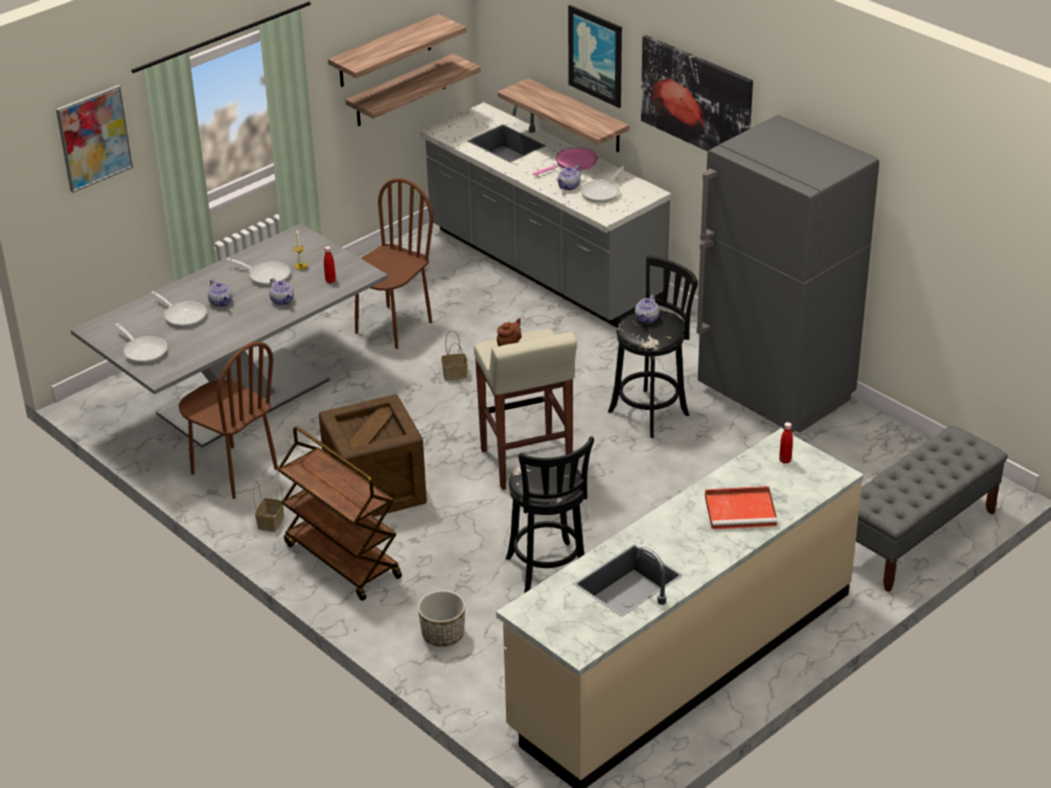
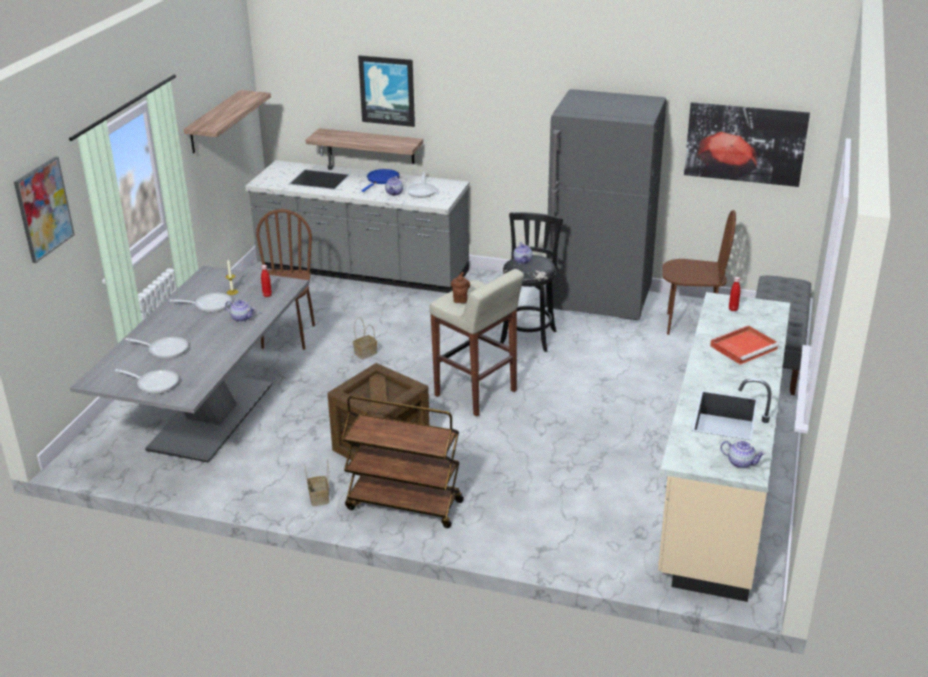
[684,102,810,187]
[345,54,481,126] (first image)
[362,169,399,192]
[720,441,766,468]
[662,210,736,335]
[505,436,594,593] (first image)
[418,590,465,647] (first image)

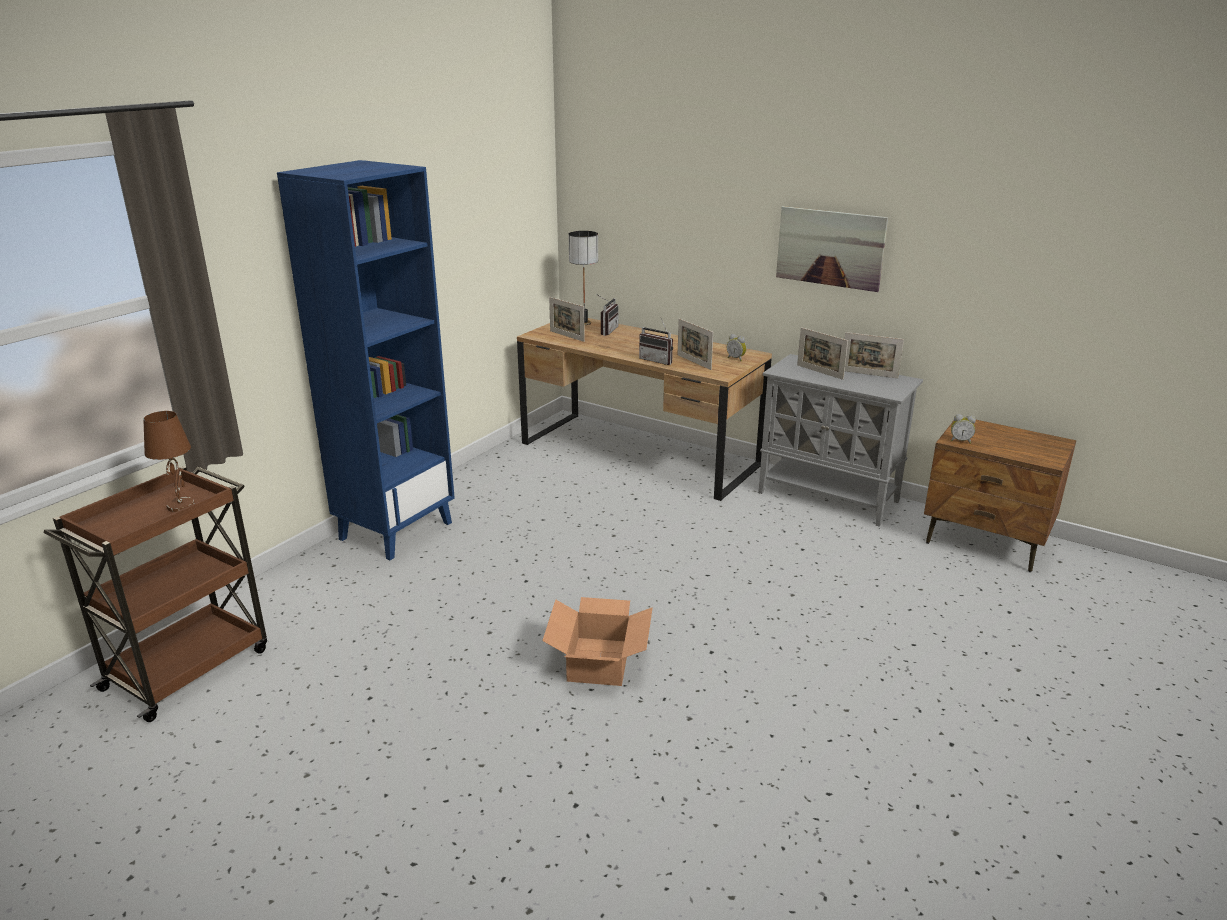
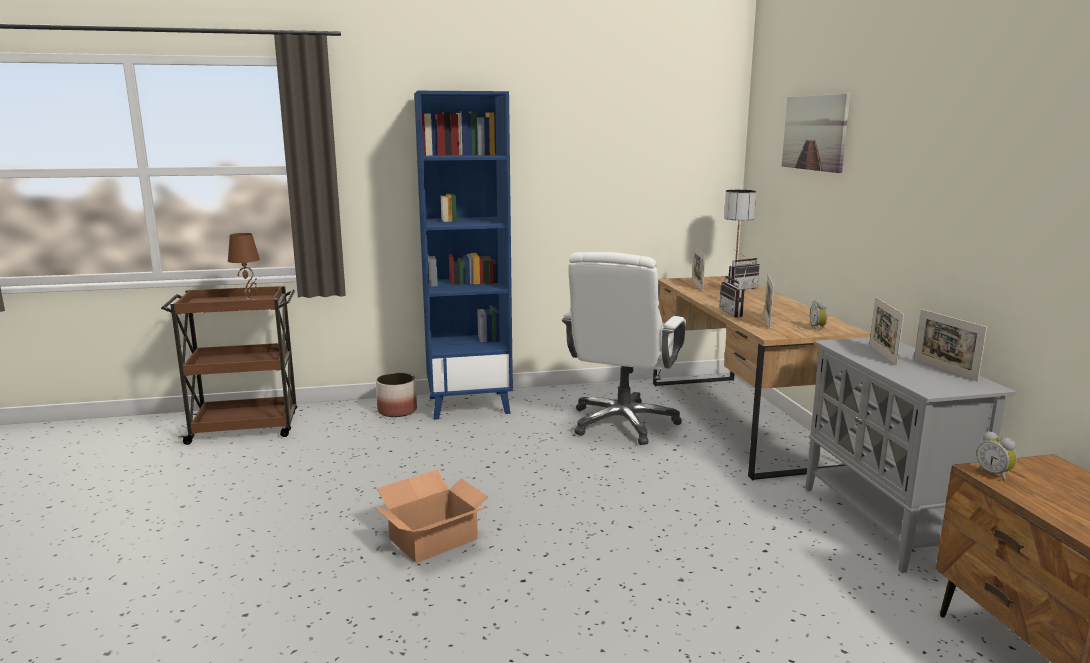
[782,94,850,173]
[562,252,686,445]
[376,373,417,417]

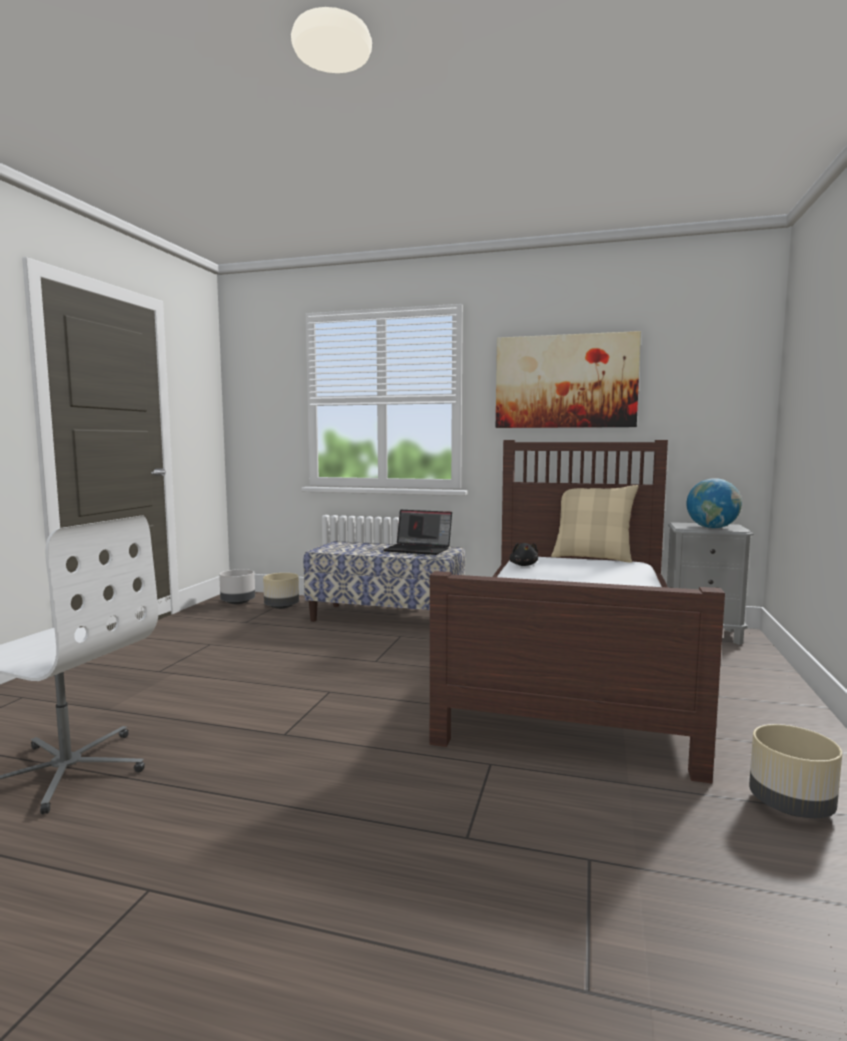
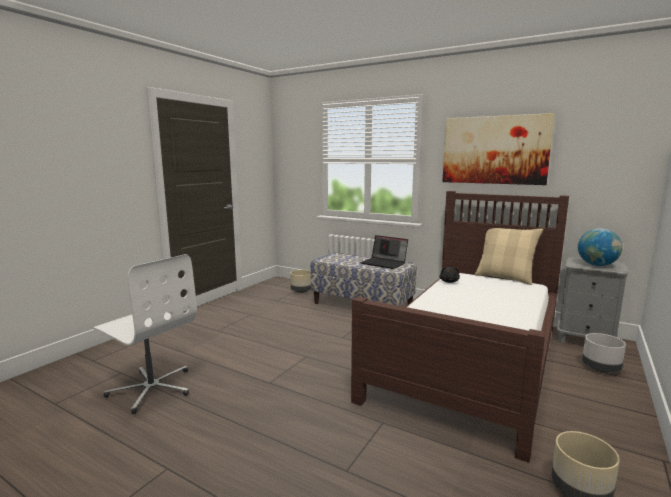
[582,333,626,373]

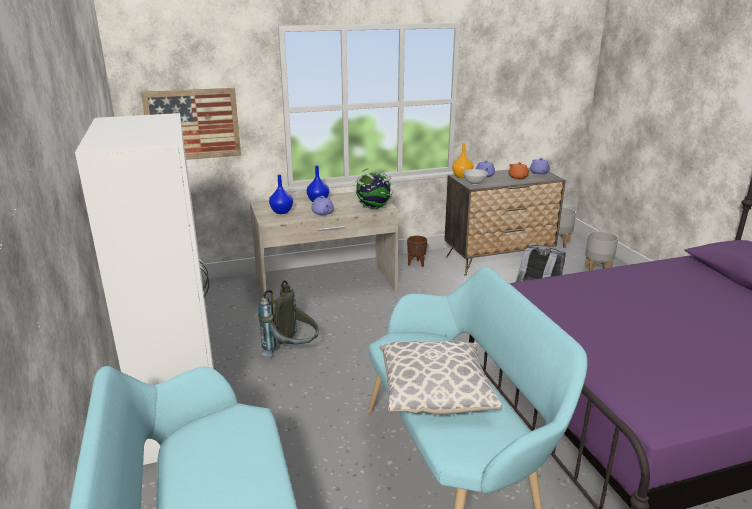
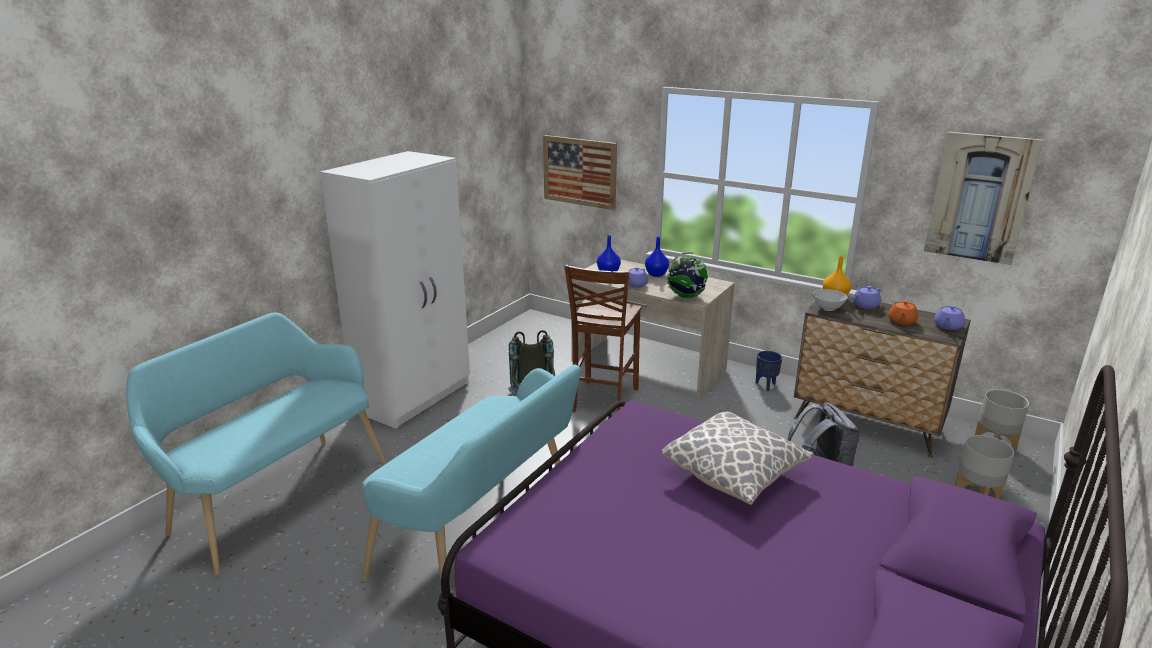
[756,351,782,391]
[661,412,813,505]
[924,132,1043,265]
[564,265,642,412]

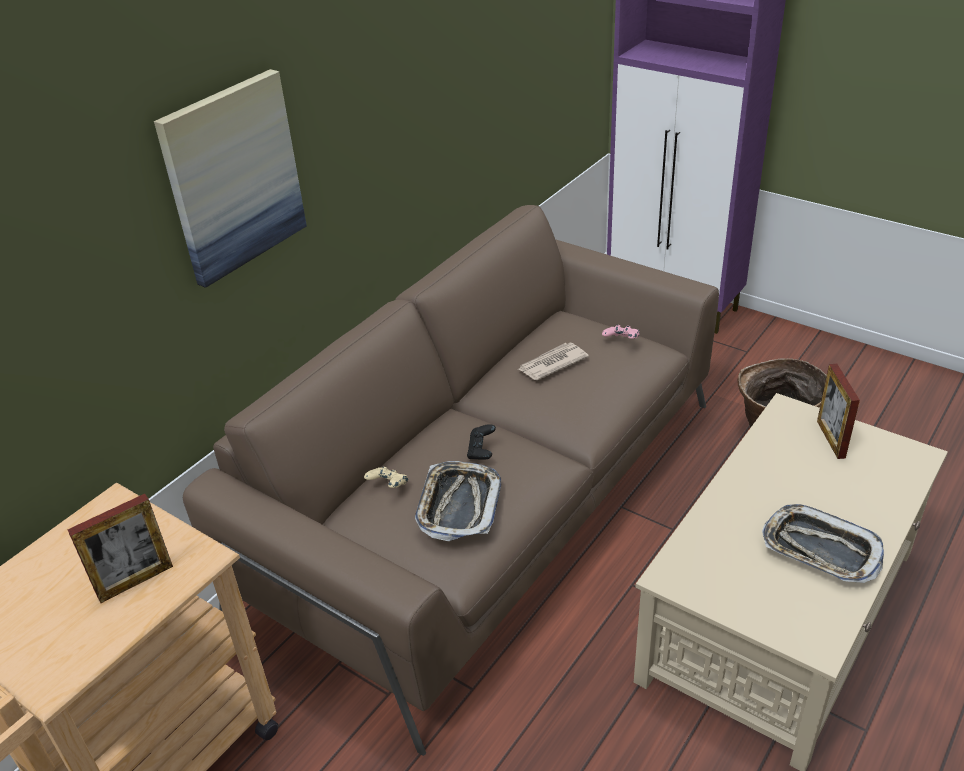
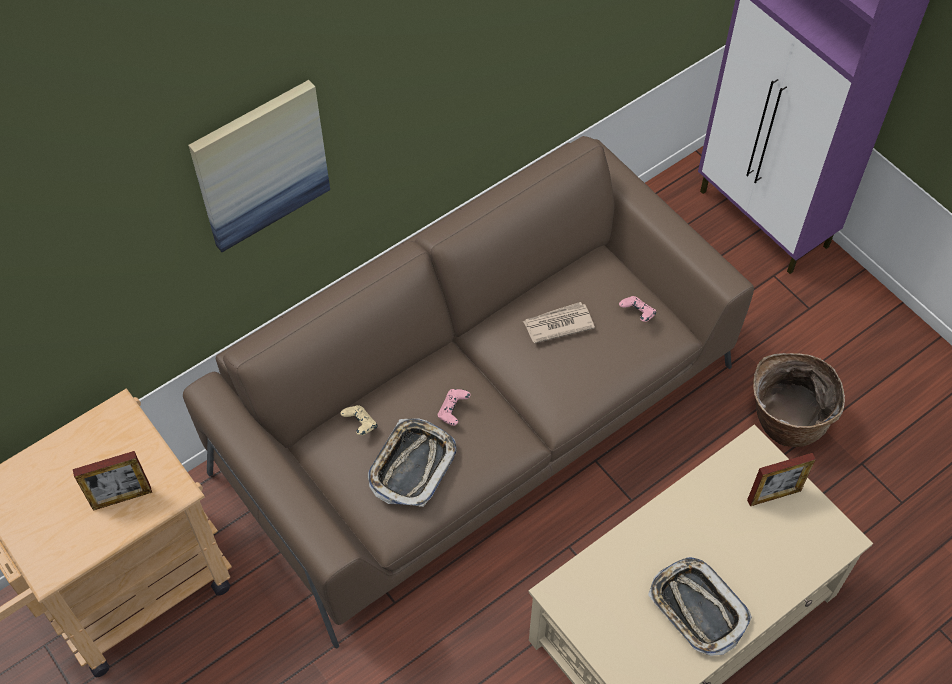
[747,453,816,506]
[438,389,471,426]

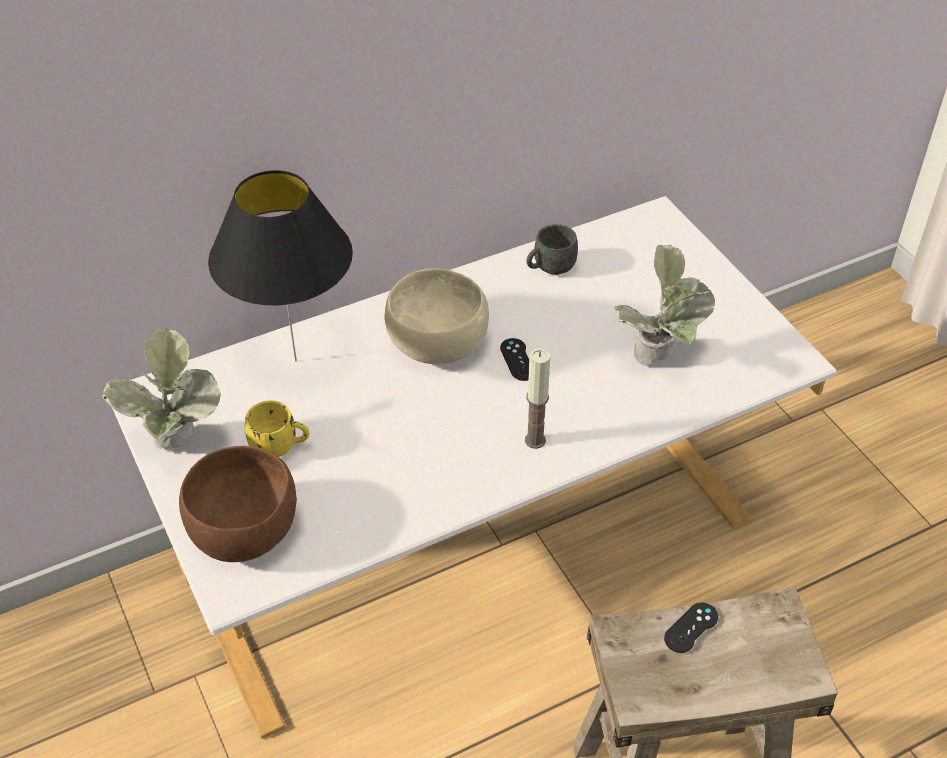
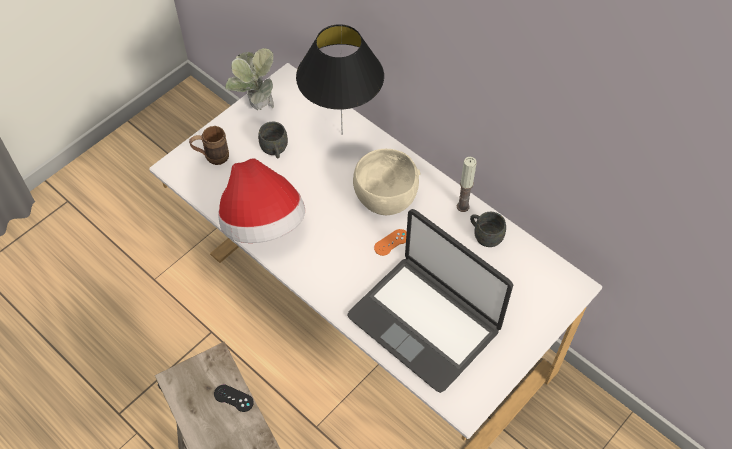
[347,209,513,393]
[374,229,407,256]
[457,157,477,212]
[258,122,288,159]
[189,126,229,165]
[218,158,305,243]

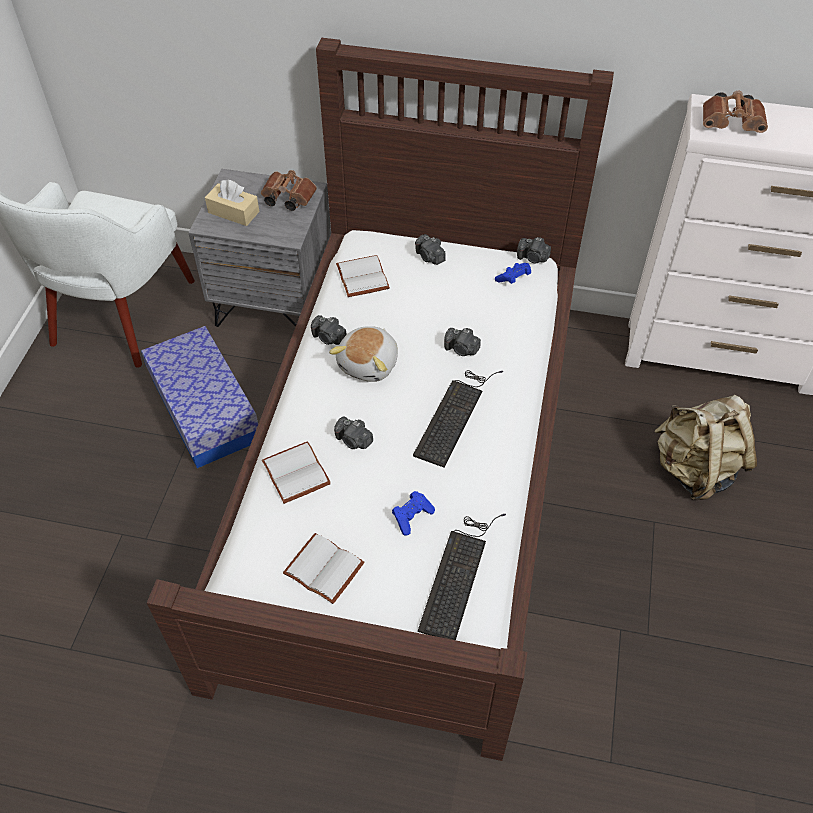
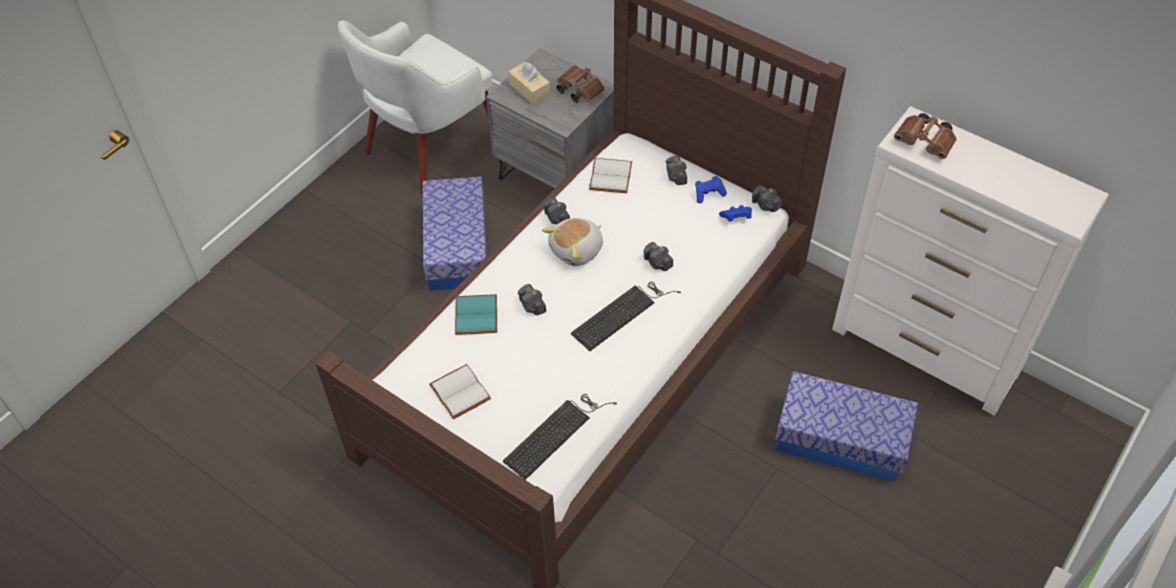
[775,371,918,483]
[455,294,497,335]
[695,176,727,203]

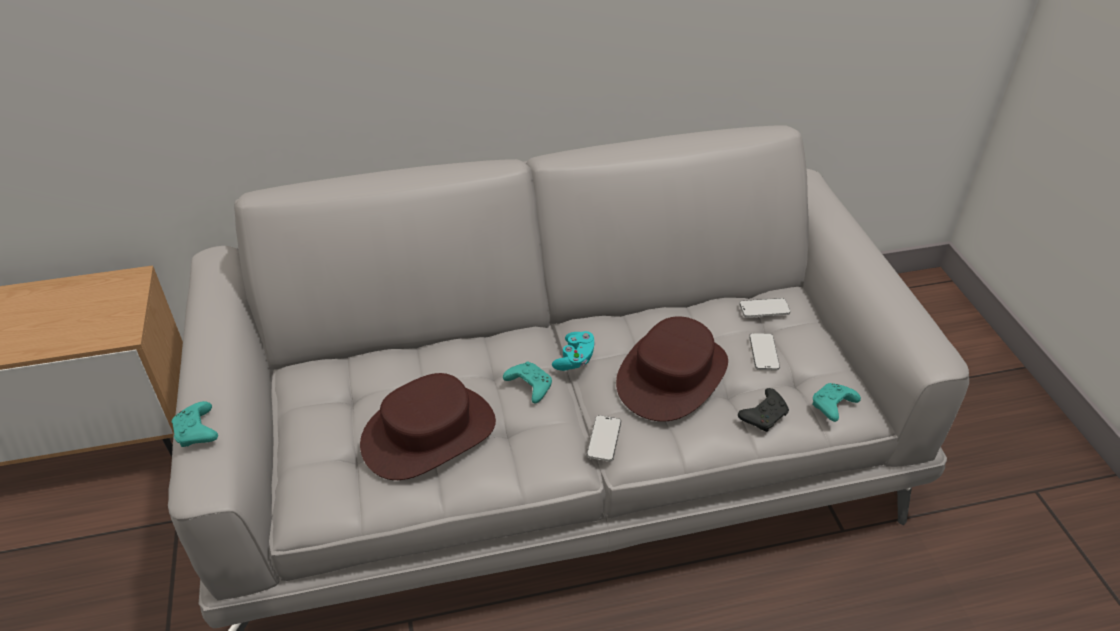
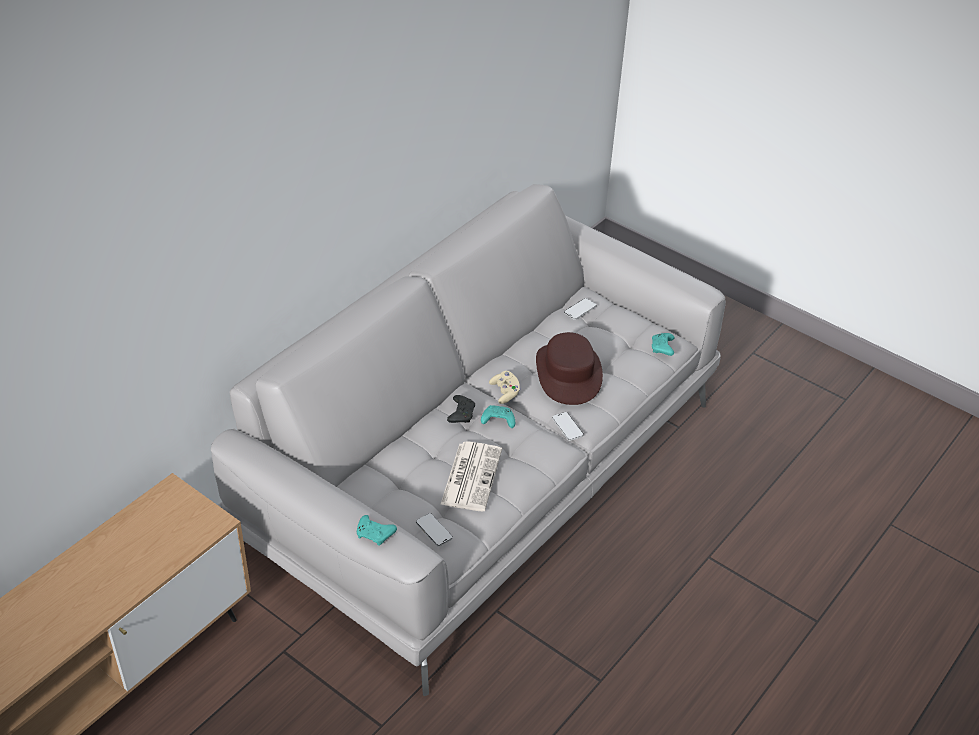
[489,371,520,404]
[416,513,453,546]
[440,441,502,511]
[447,395,475,423]

